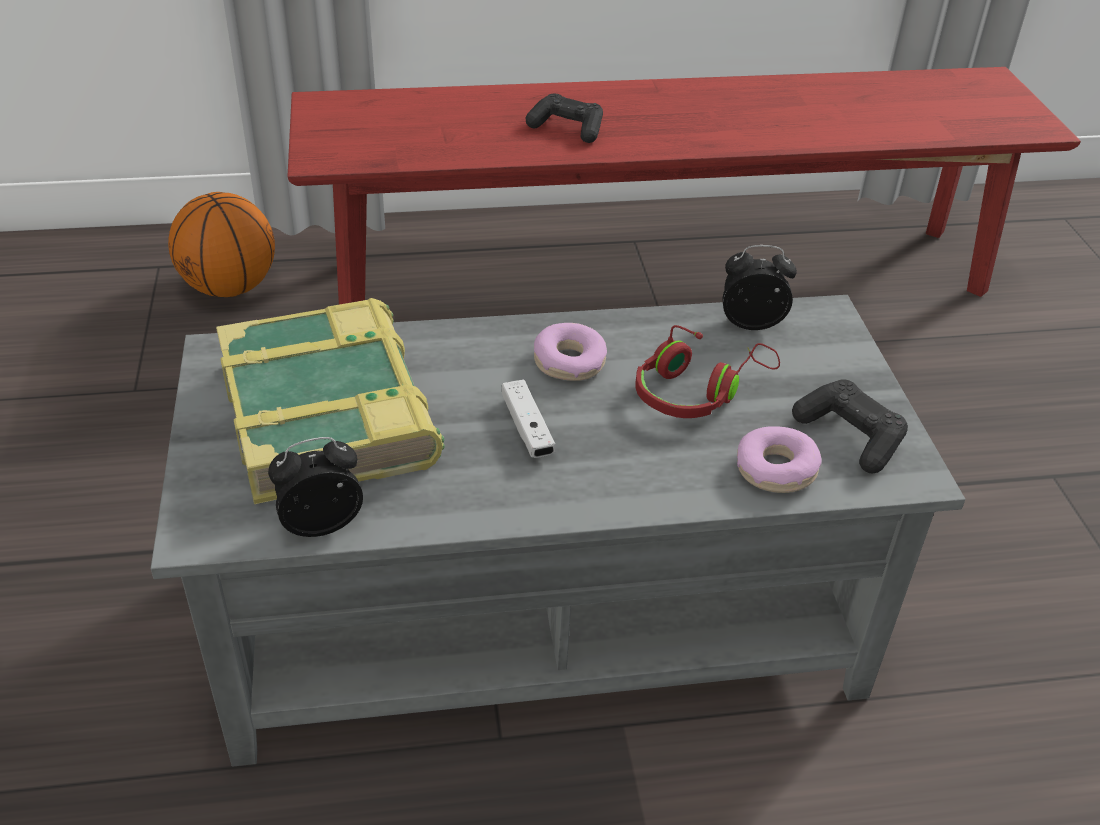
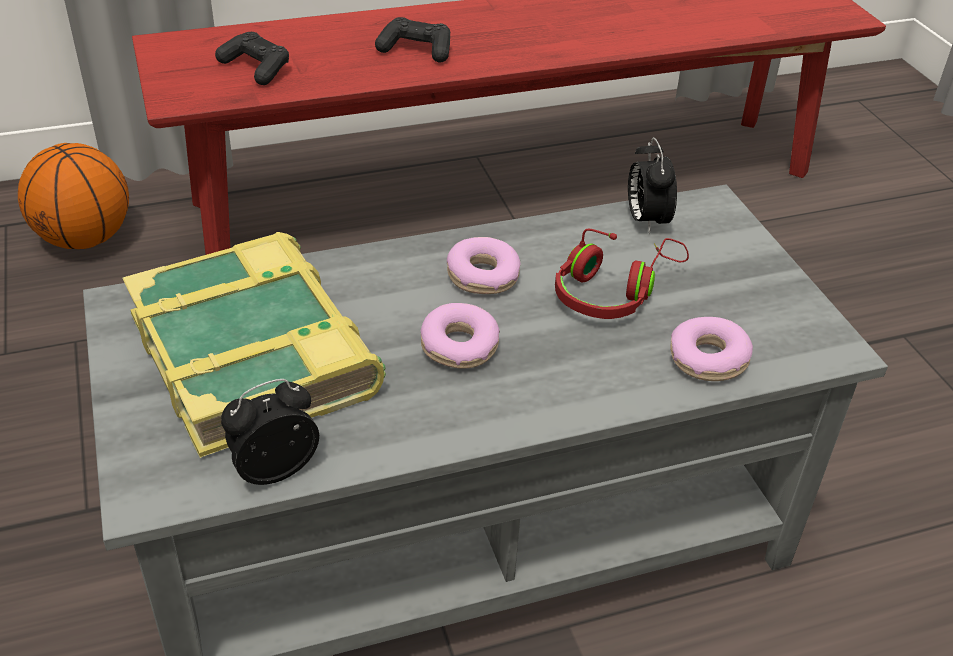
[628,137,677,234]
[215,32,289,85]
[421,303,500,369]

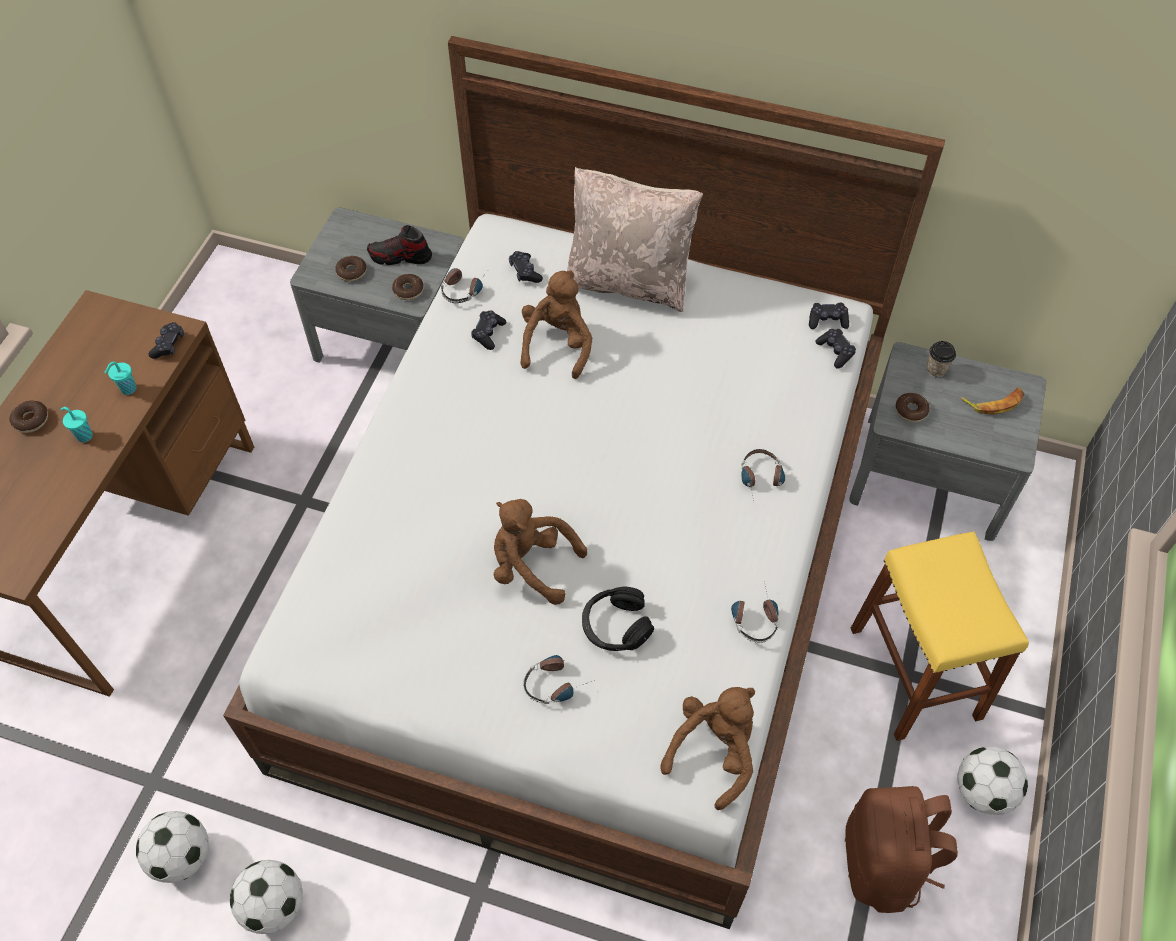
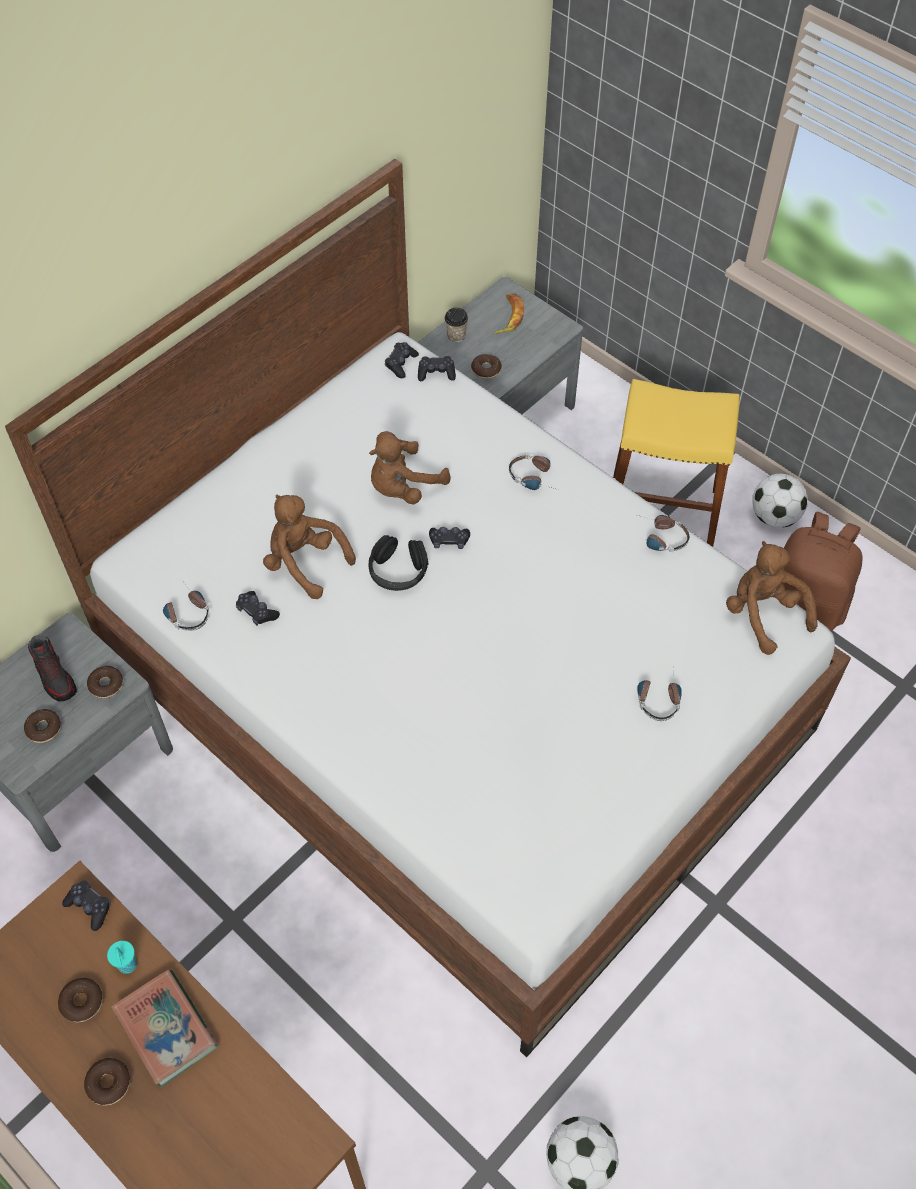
[567,167,703,312] (first image)
[28,635,77,701]
[429,527,470,549]
[111,970,218,1087]
[369,431,451,504]
[369,535,428,591]
[230,860,303,934] (first image)
[58,978,103,1022]

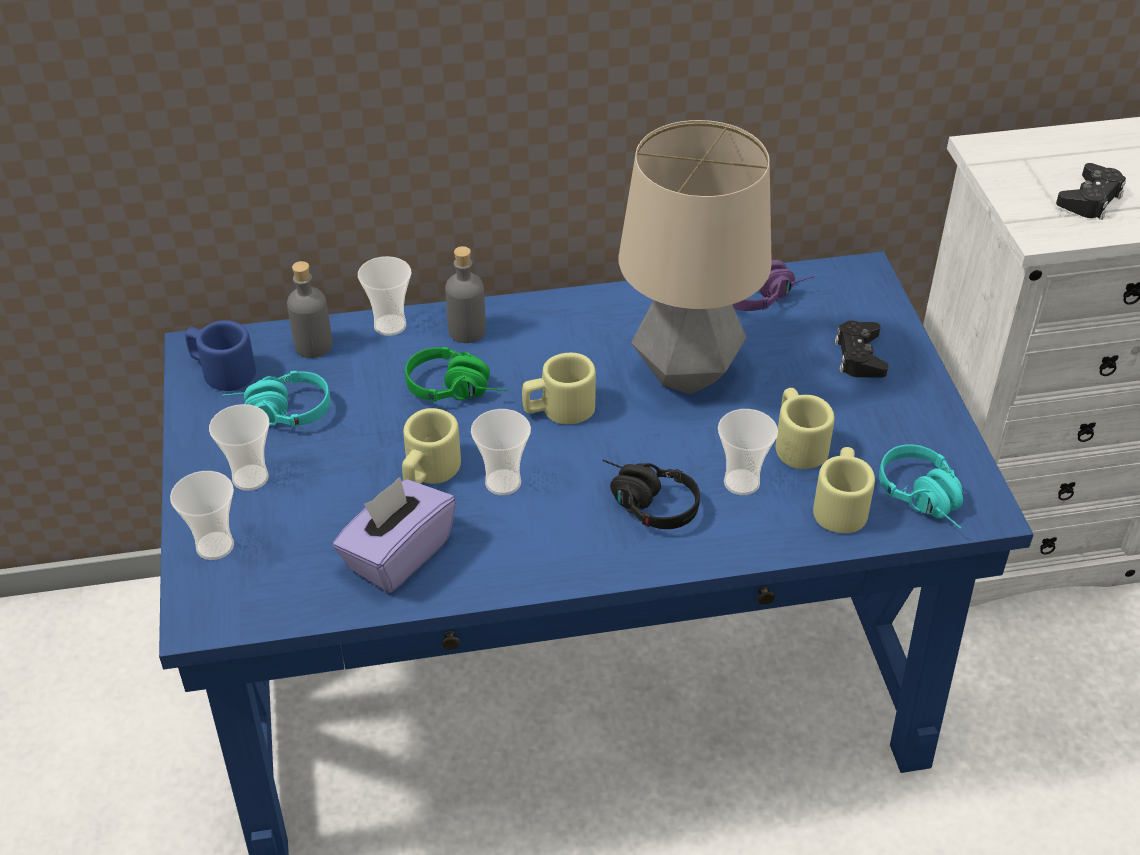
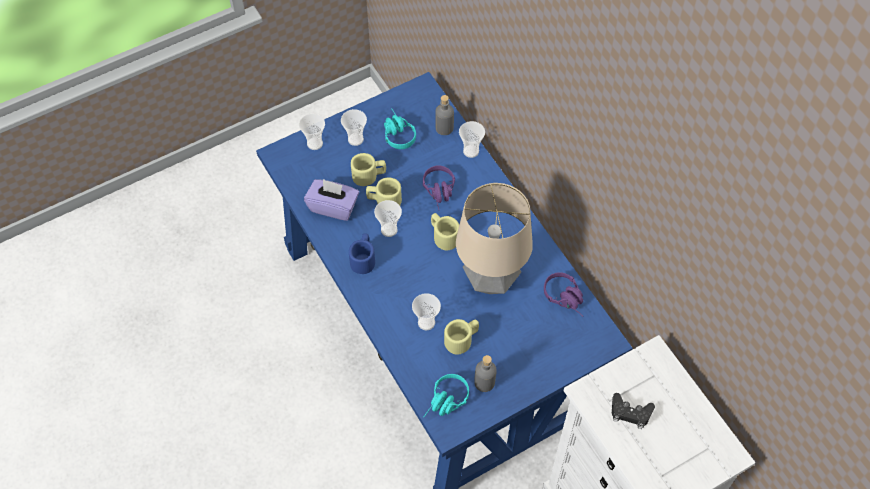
[474,355,497,392]
[349,233,375,274]
[835,320,889,378] (first image)
[423,165,455,210]
[351,153,386,186]
[603,459,700,529] (first image)

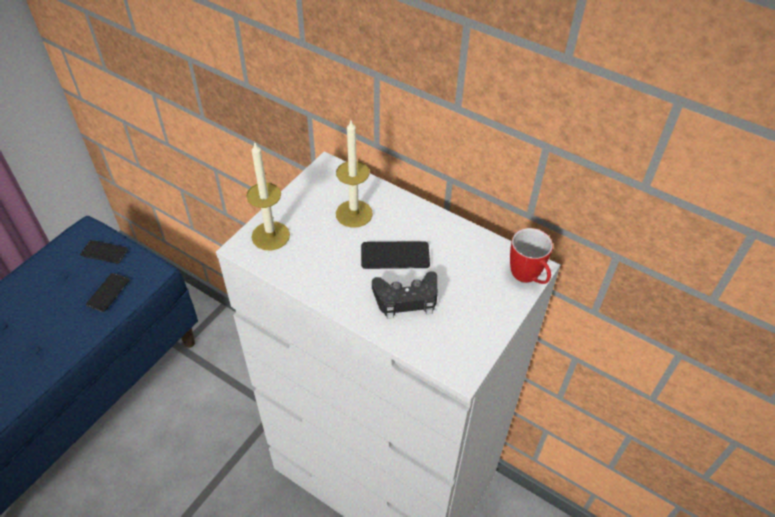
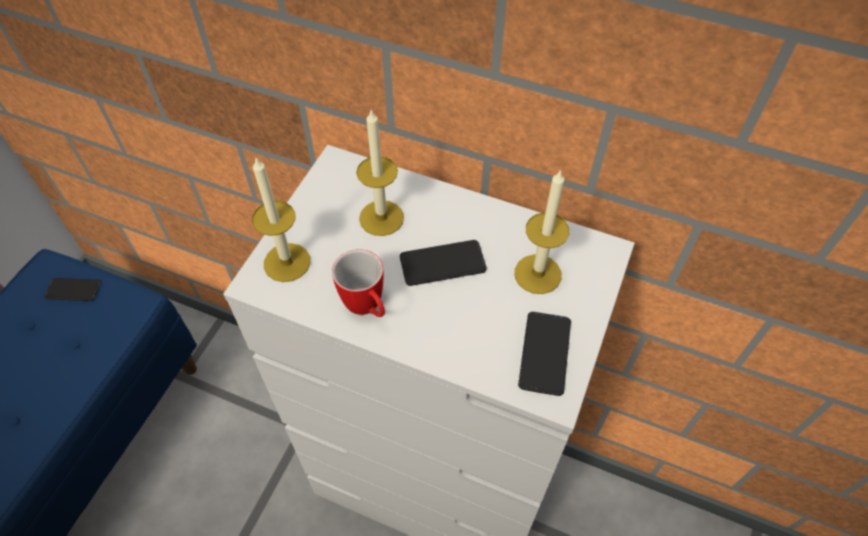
[332,249,385,317]
[372,271,438,319] (first image)
[518,312,571,396]
[515,169,569,294]

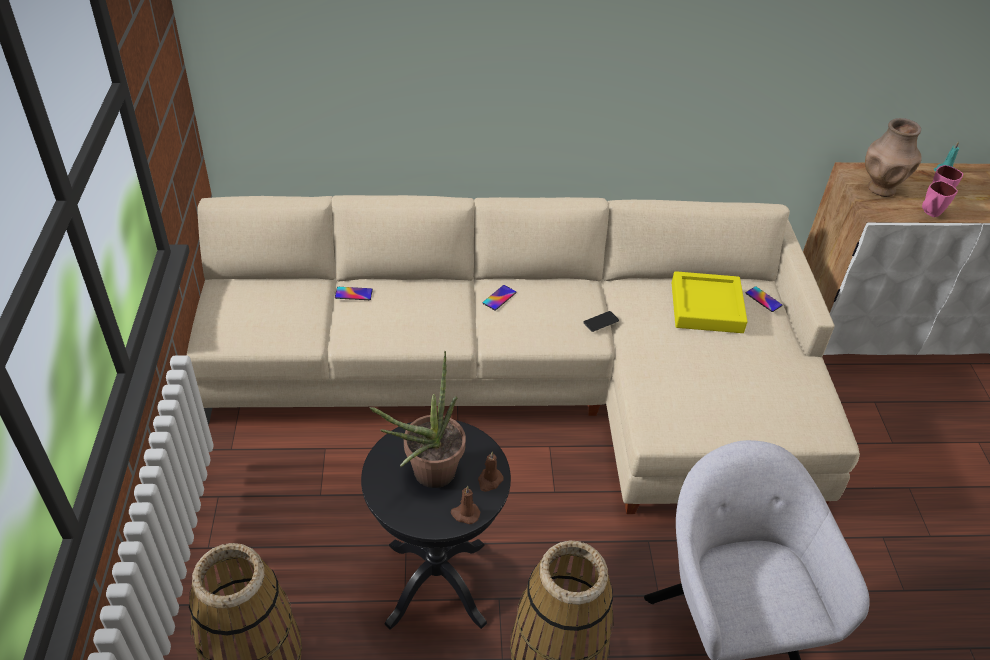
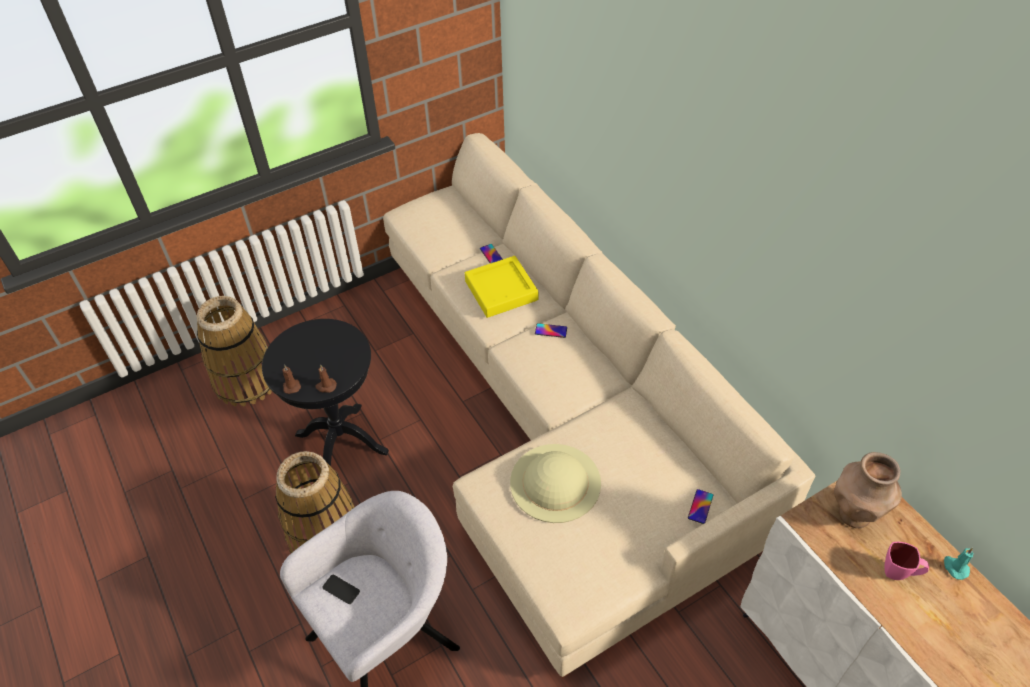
[922,181,958,217] (first image)
[465,256,538,318]
[322,575,360,604]
[369,351,466,488] (first image)
[510,444,601,523]

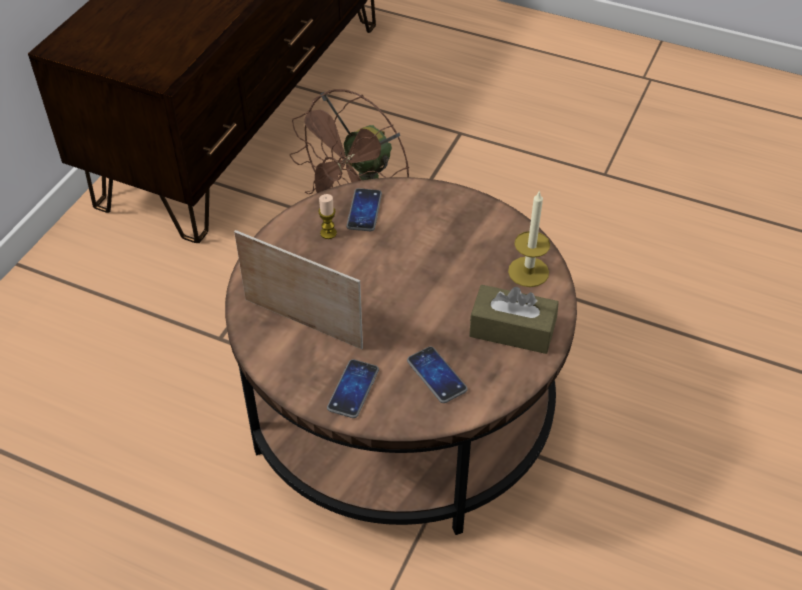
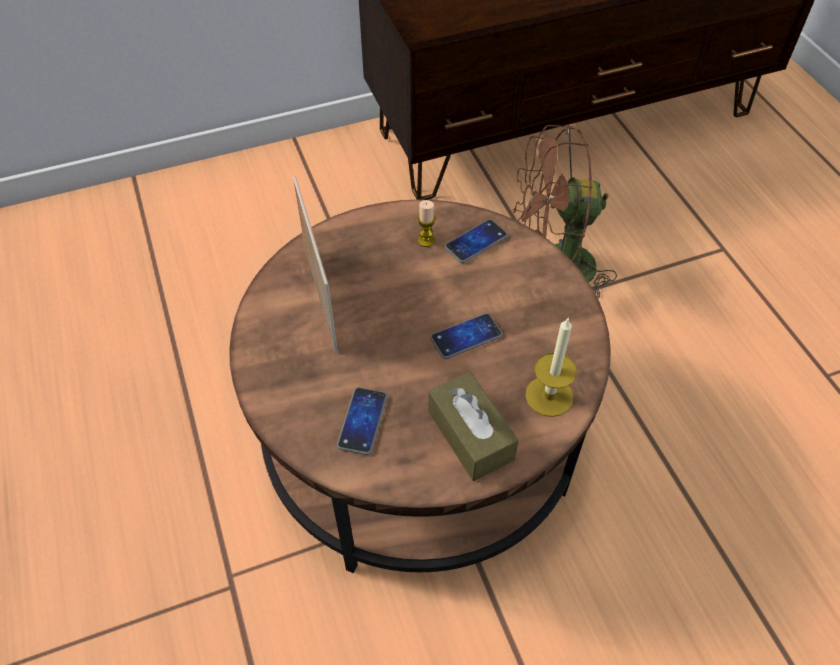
[430,313,503,359]

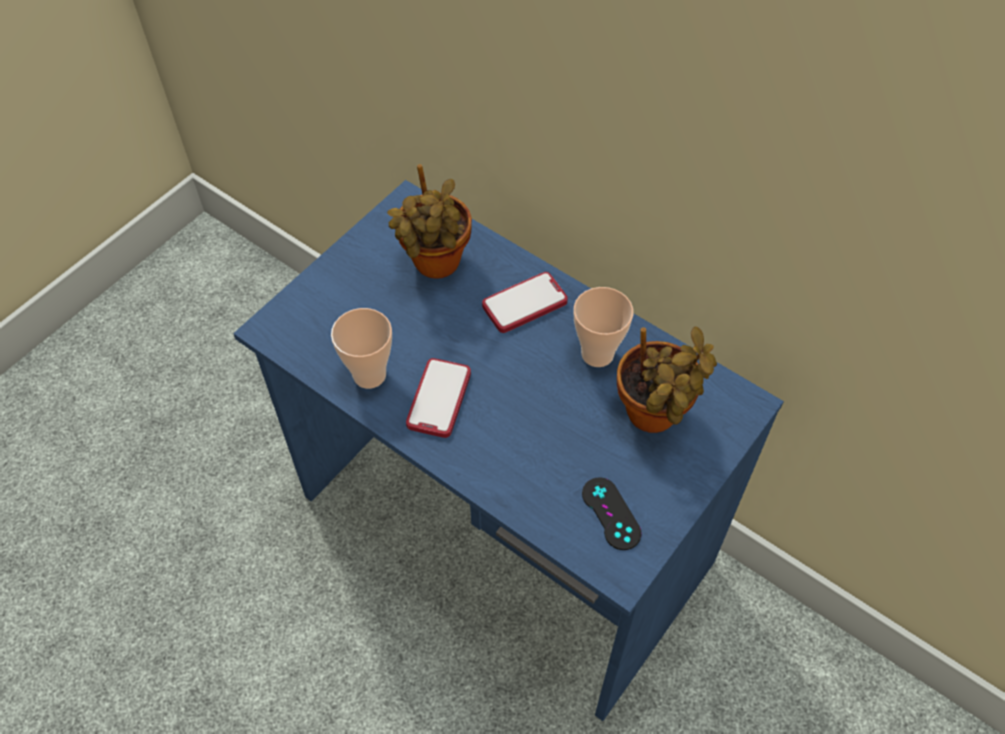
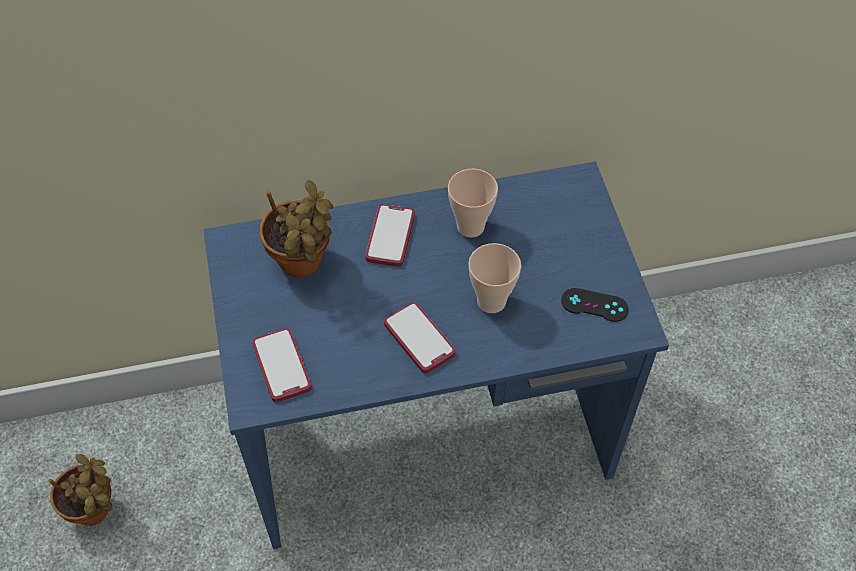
[468,243,521,313]
[48,454,112,526]
[252,328,312,402]

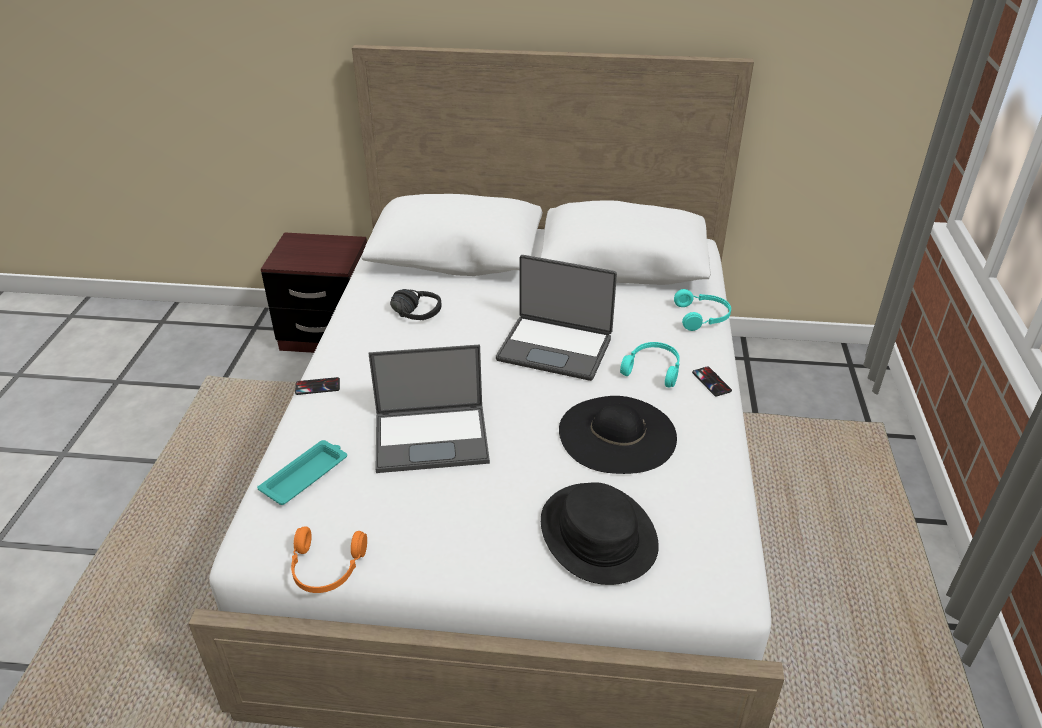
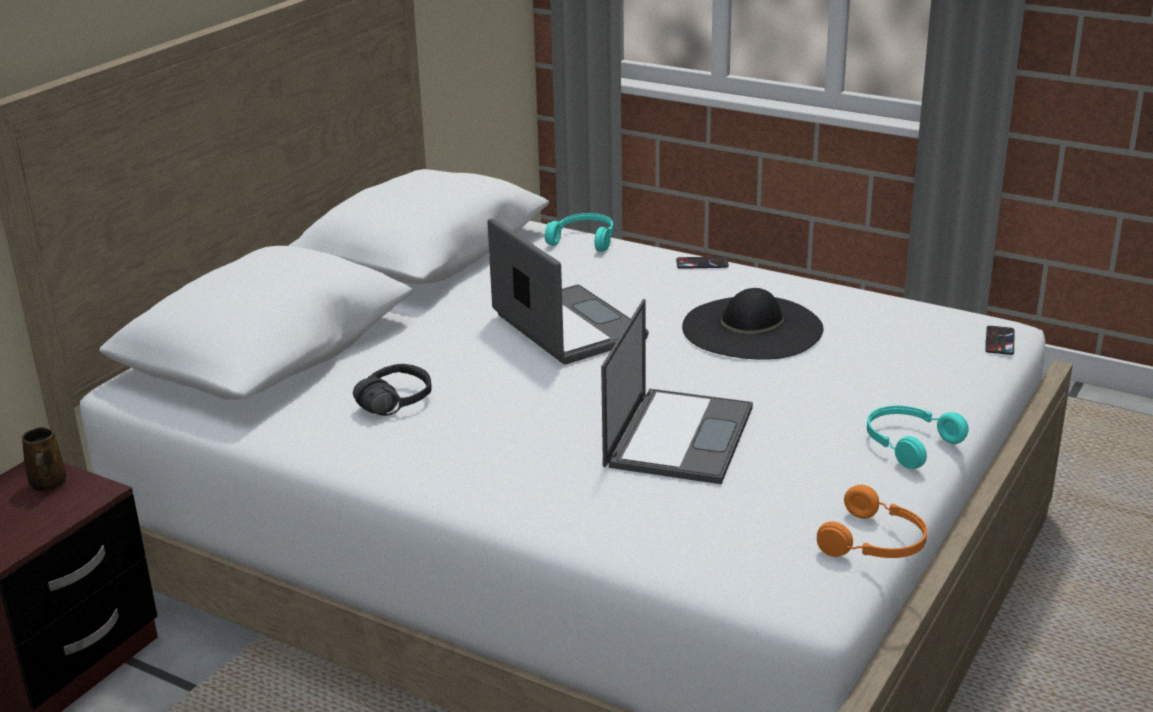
[488,218,649,364]
[867,405,969,469]
[985,326,1014,355]
[257,440,347,505] (first image)
[541,482,659,585] (first image)
[22,427,66,491]

